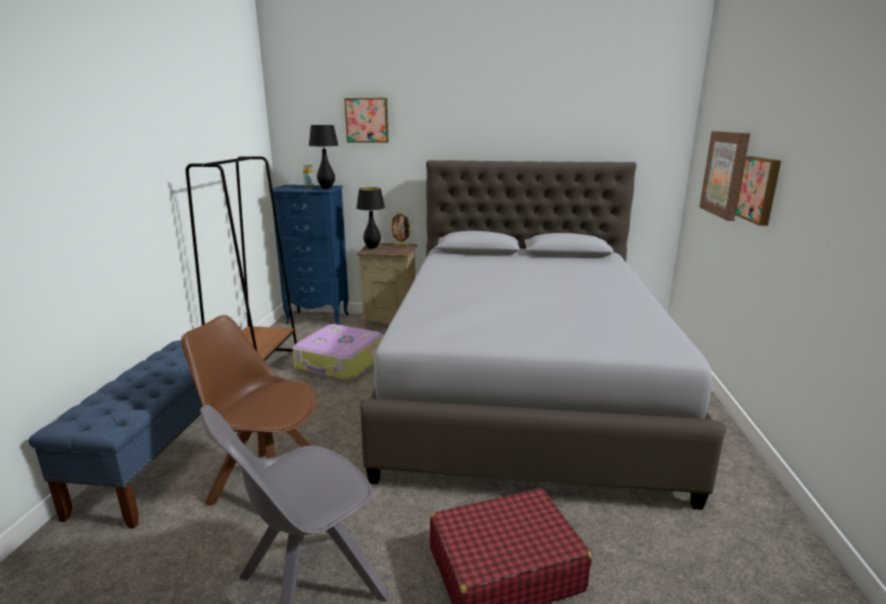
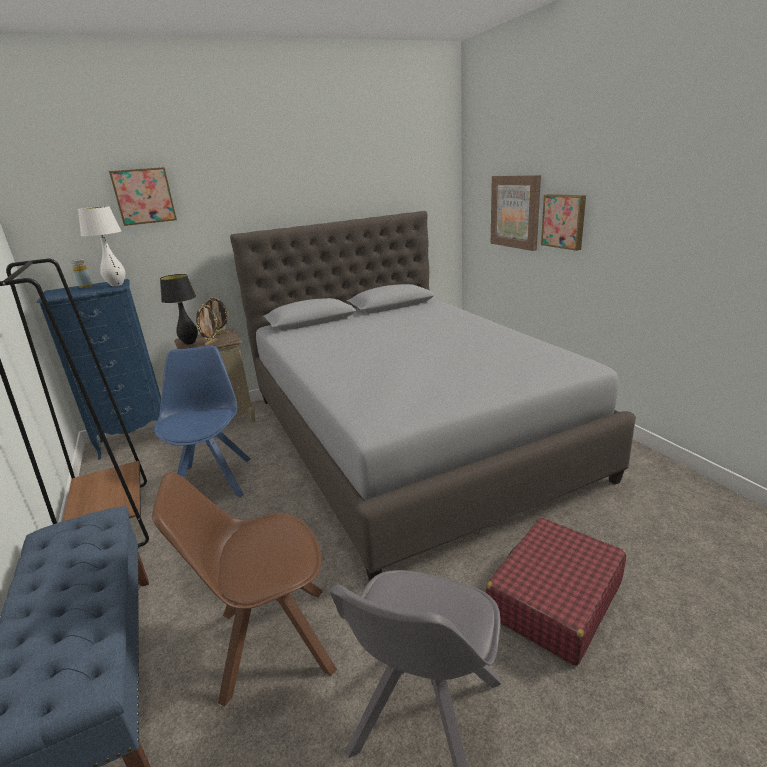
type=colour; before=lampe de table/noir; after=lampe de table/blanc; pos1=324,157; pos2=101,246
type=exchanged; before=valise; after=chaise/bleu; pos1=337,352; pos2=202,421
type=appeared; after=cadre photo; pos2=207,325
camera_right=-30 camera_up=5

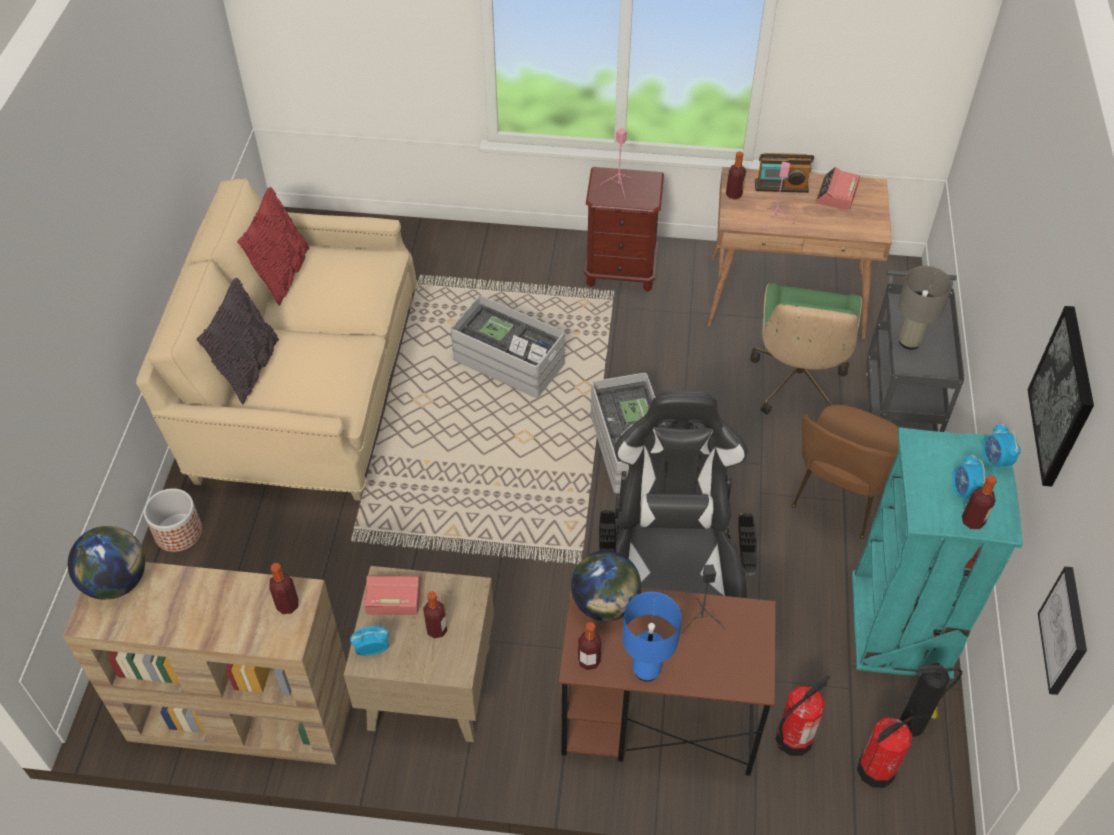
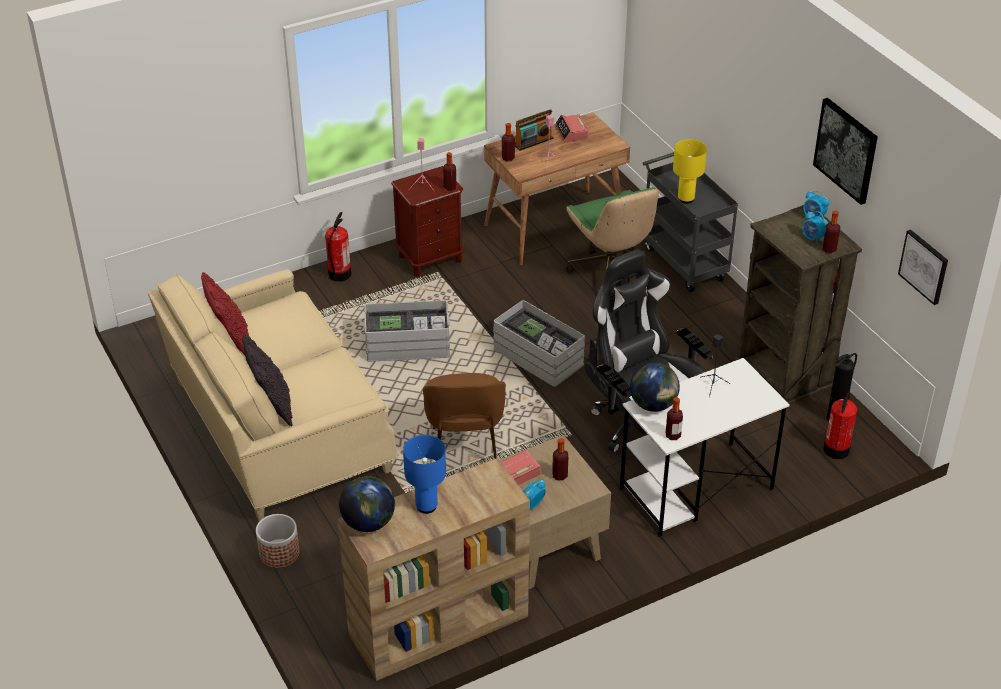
type=colour; before=lampe de table/gris; after=lampe de table/jaune; pos1=925,308; pos2=690,171
type=relocated; before=chaise/marron; pos1=845,472; pos2=464,416
type=colour; before=bibliothèque/turquoise; after=bibliothèque/marron; pos1=937,553; pos2=798,304
type=relocated; before=bouteille; pos1=284,588; pos2=449,171
type=colour; before=bureau/marron; after=bureau/blanc; pos1=667,682; pos2=705,447
type=relocated; before=lampe de table/bleu; pos1=651,637; pos2=424,474
type=relocated; before=extincteur; pos1=803,715; pos2=338,246
camera_right=-35 camera_up=-10

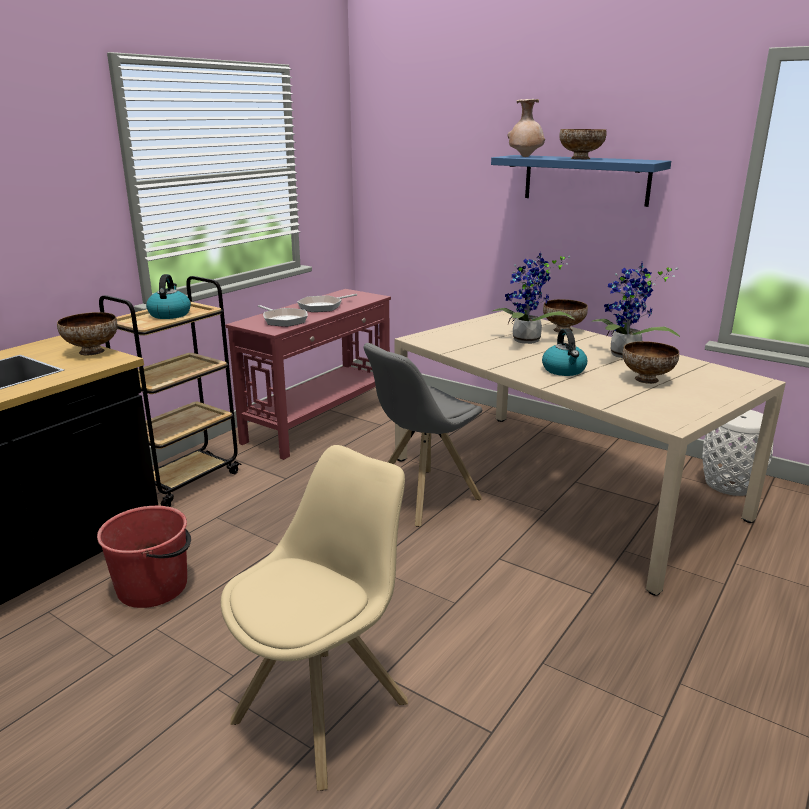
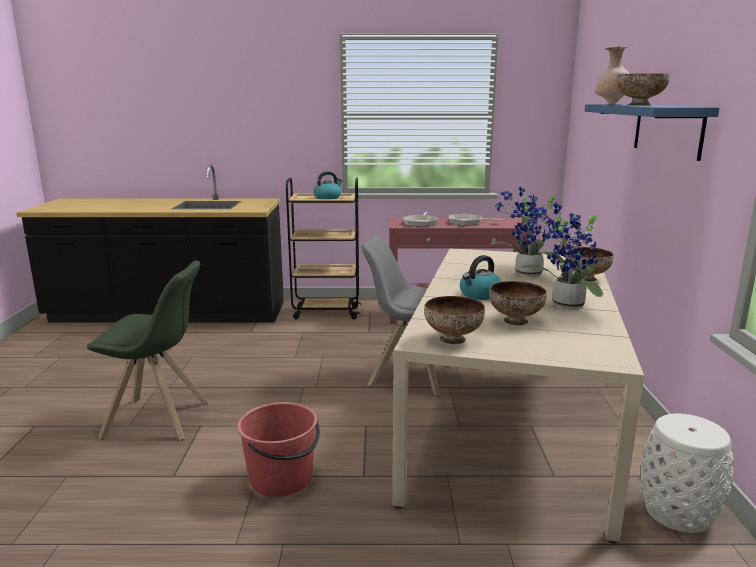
type=relocated; before=bol; pos1=87,333; pos2=454,320
type=colour; before=chaise/beige; after=chaise/vert; pos1=314,618; pos2=148,350
type=relocated; before=seau/rouge; pos1=144,557; pos2=278,449
camera_right=55 camera_up=-5

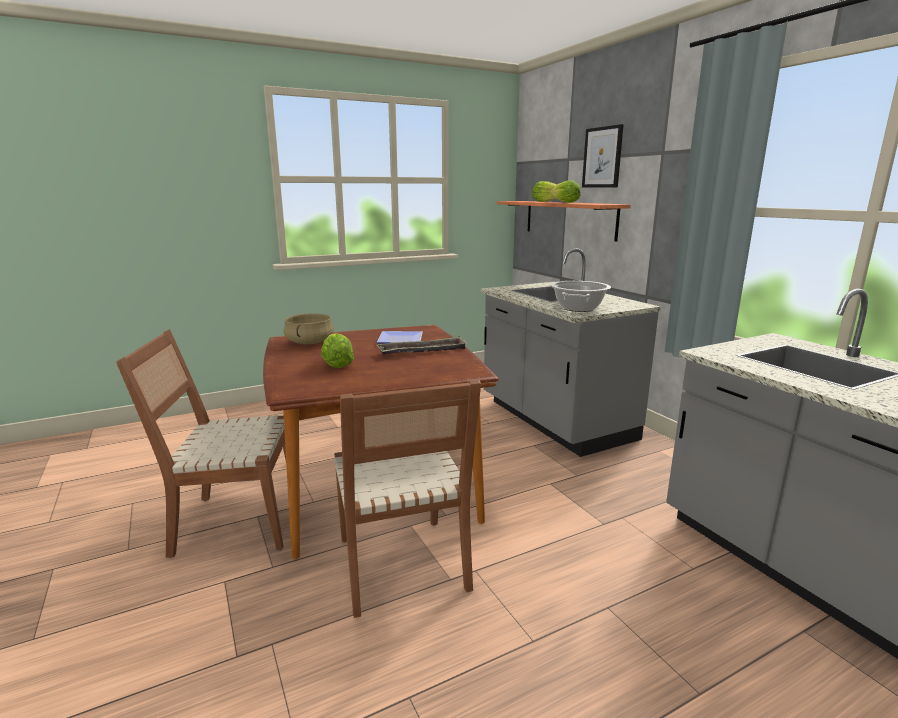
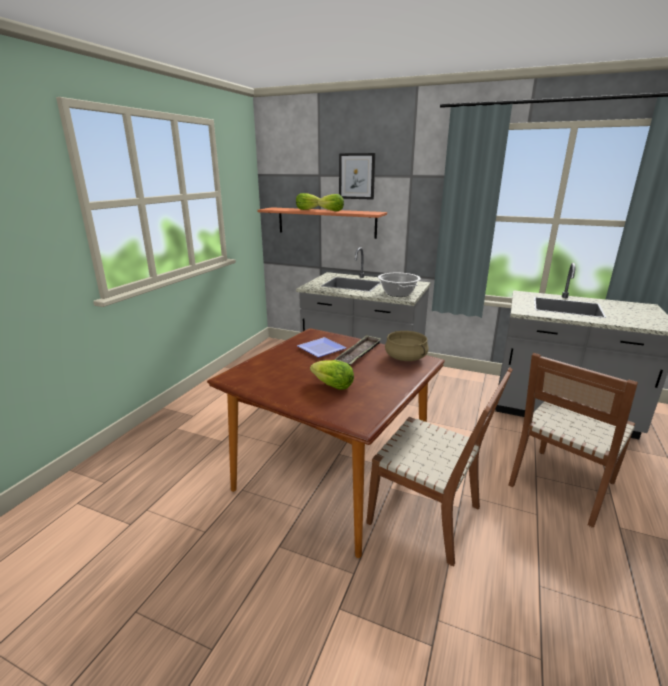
type=relocated; before=marmite/beige; pos1=309,328; pos2=407,346
type=relocated; before=chaise; pos1=201,443; pos2=573,440
camera_right=-40 camera_up=5

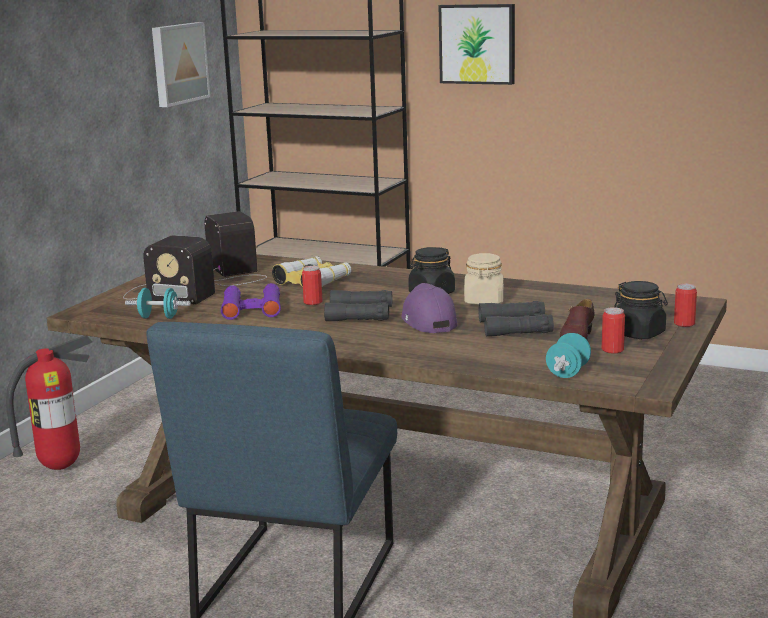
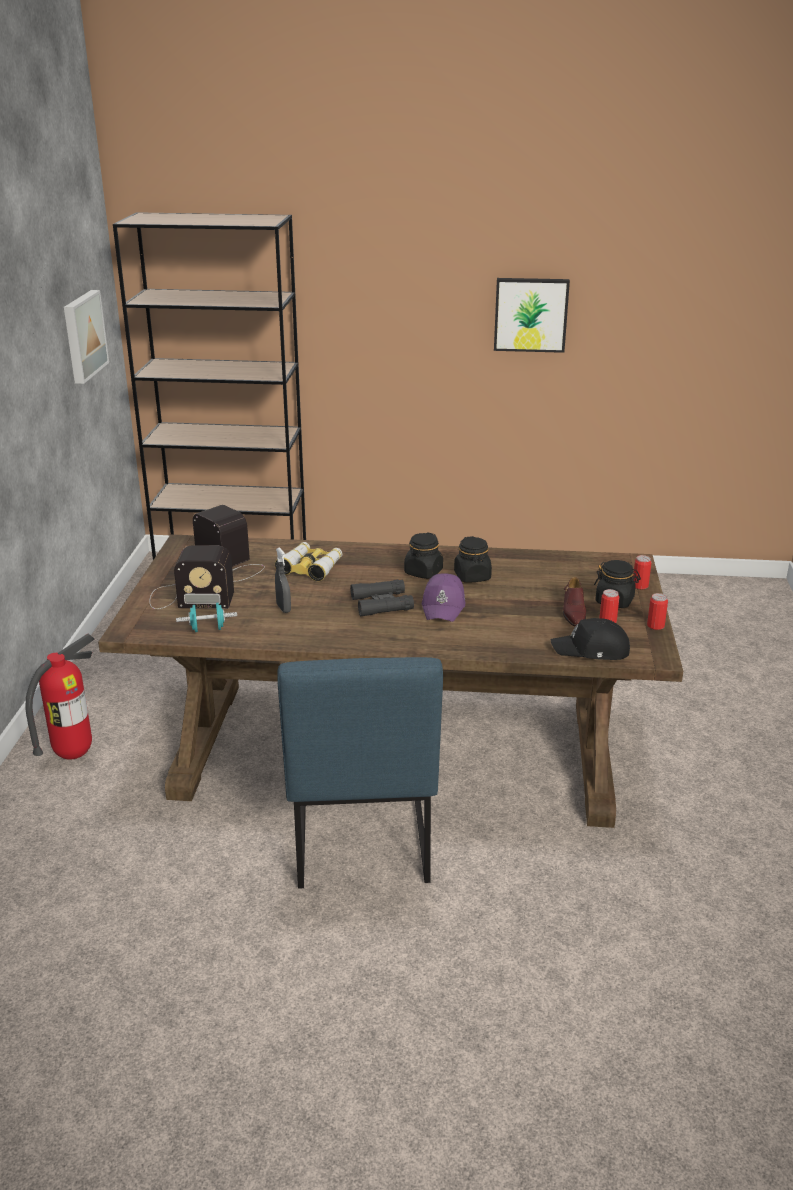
type=relocated; before=tableau; pos1=476,44; pos2=532,315
type=colour; before=bocal/beige; after=bocal/noir; pos1=484,279; pos2=473,559
type=relocated; before=boîte métallique; pos1=312,285; pos2=657,611
type=exchanged; before=jumelles/violet; after=vaporisateur/gris; pos1=251,301; pos2=283,580
type=spun; before=casquette/violet; pos1=429,308; pos2=443,597; turn=-135
type=missing; before=jumelles/noir; pos1=516,318
type=exchanged; before=haltère/turquoise; after=casquette/noir; pos1=568,355; pos2=590,639
camera_right=-20 camera_up=10

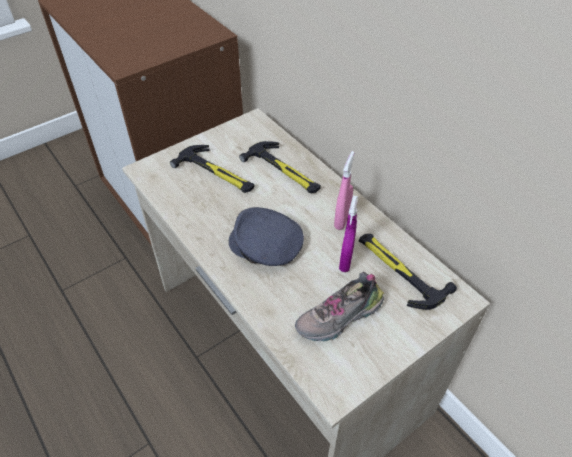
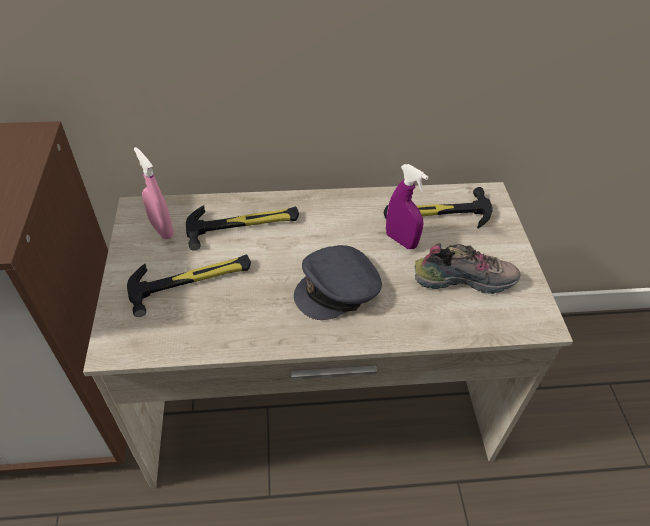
type=relocated; before=vaporisateur/rose; pos1=344,190; pos2=154,193
type=spun; before=chaussure; pos1=339,306; pos2=468,268; turn=-90
camera_right=-60 camera_up=0

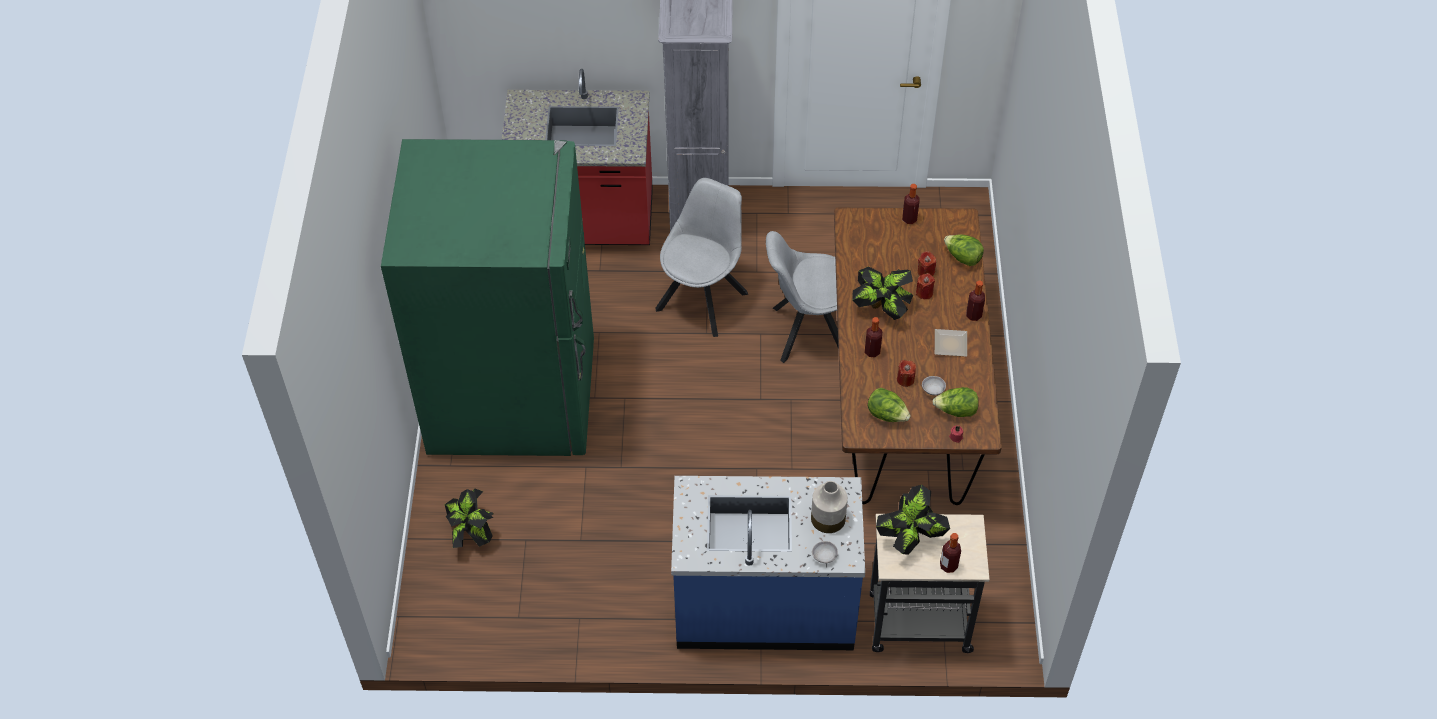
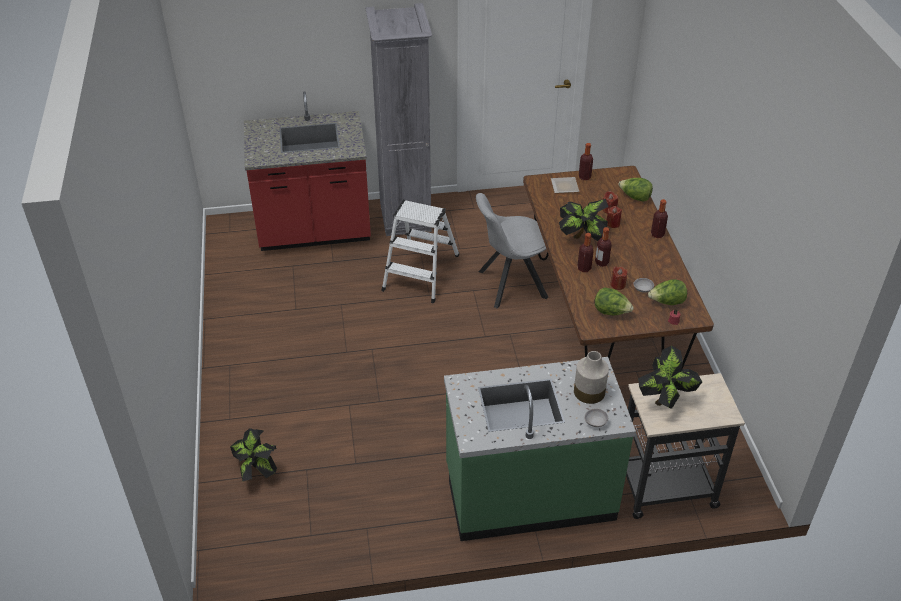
type=missing; before=réfrigérateur/vert; pos1=487,297
type=exchanged; before=chaise/gris; after=escabeau/blanc; pos1=701,257; pos2=420,251
type=relocated; before=assiette; pos1=951,343; pos2=565,185
type=colour; before=comptoir de cuisine/bleu; after=comptoir de cuisine/vert; pos1=768,563; pos2=540,449
type=relocated; before=bouteille; pos1=950,553; pos2=603,247
camera_right=-10 camera_up=-10

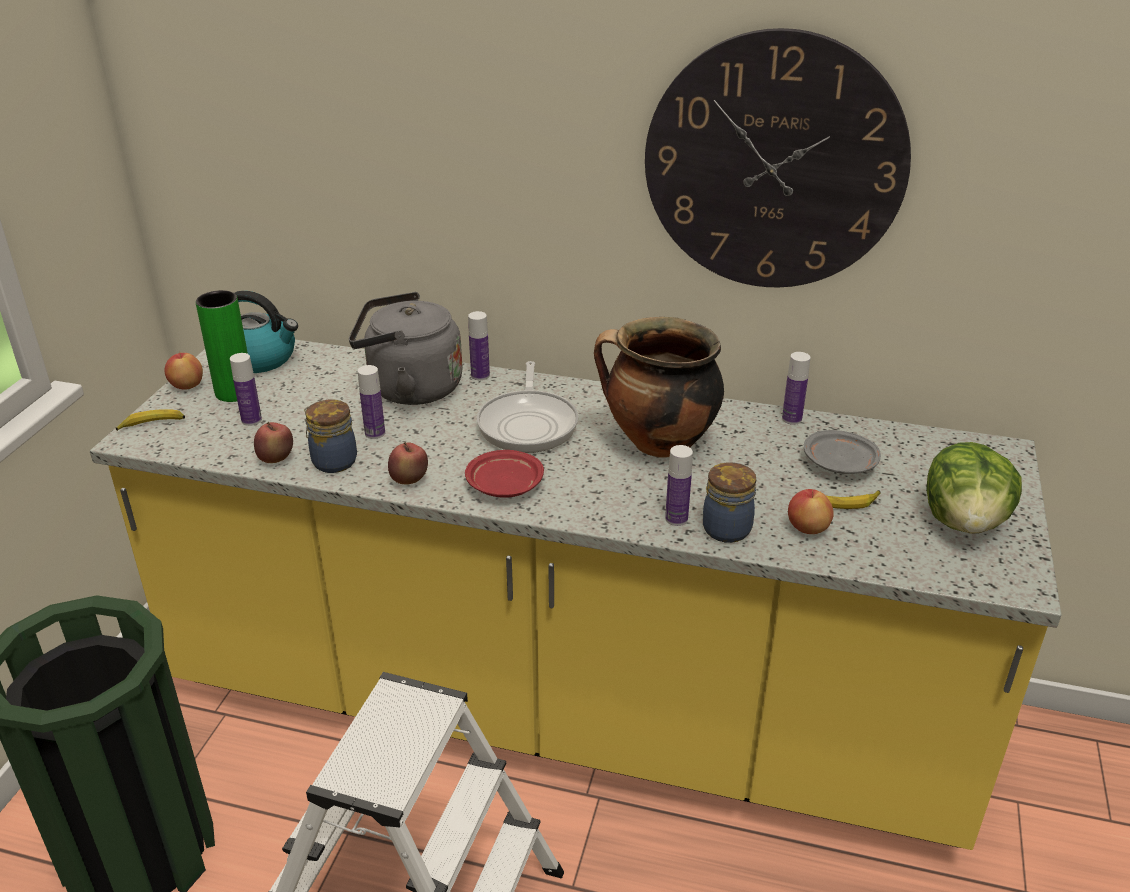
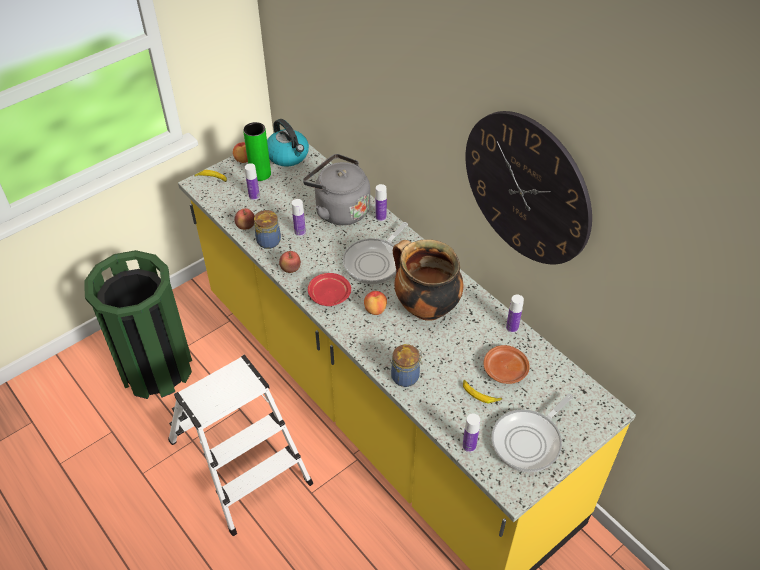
type=colour; before=assiette/gris; after=assiette/marron; pos1=842,452; pos2=507,364
type=exchanged; before=laitue; after=poêle; pos1=974,488; pos2=532,433
type=relocated; before=bouteille; pos1=679,485; pos2=471,432
type=relocated; before=pomme; pos1=811,511; pos2=375,303
camera_right=35 camera_up=15

